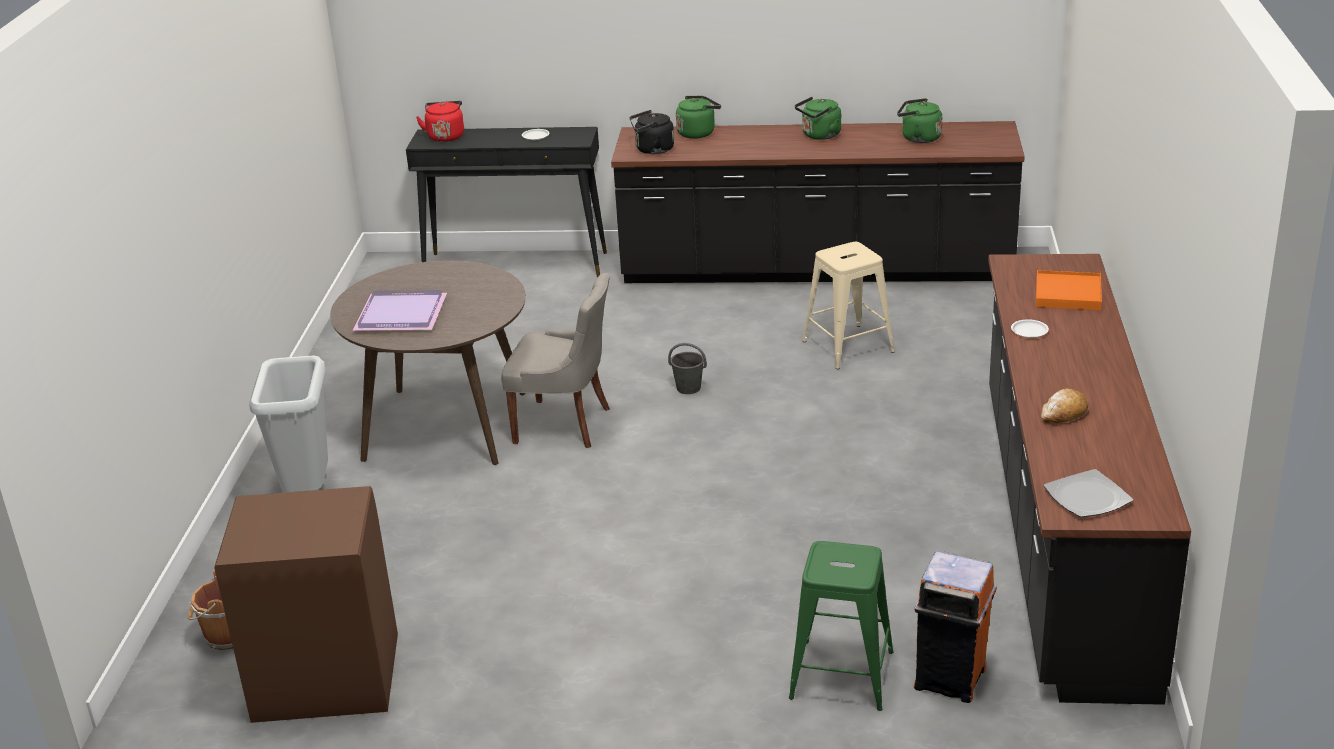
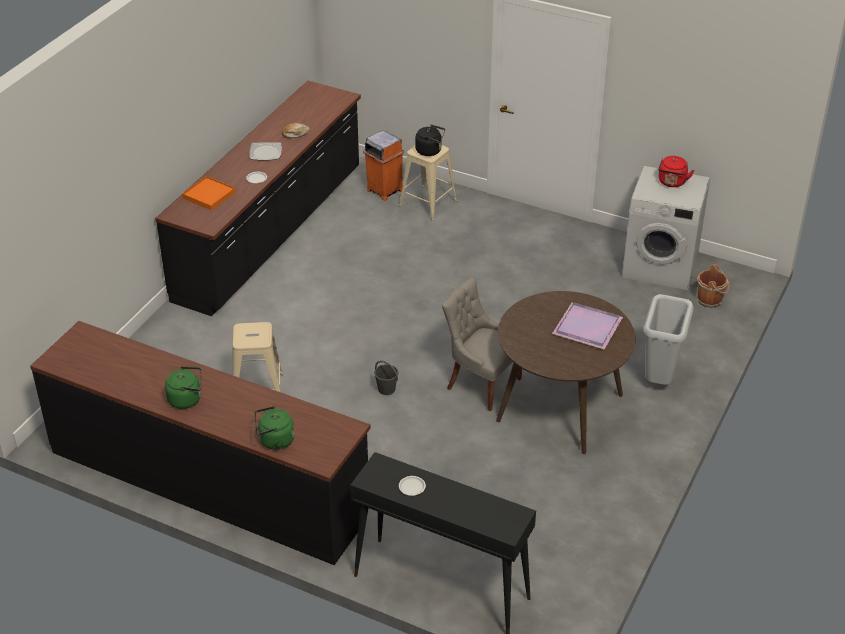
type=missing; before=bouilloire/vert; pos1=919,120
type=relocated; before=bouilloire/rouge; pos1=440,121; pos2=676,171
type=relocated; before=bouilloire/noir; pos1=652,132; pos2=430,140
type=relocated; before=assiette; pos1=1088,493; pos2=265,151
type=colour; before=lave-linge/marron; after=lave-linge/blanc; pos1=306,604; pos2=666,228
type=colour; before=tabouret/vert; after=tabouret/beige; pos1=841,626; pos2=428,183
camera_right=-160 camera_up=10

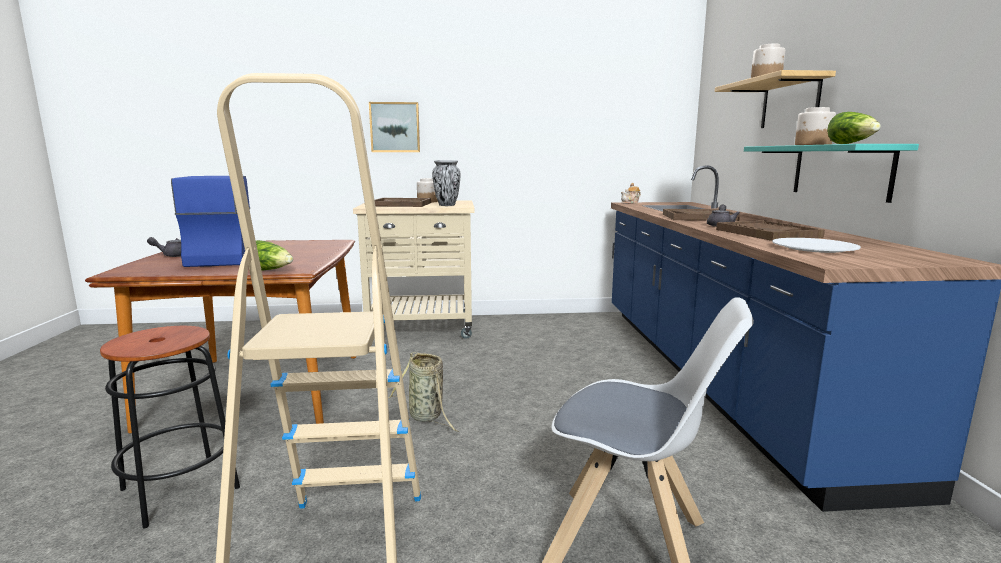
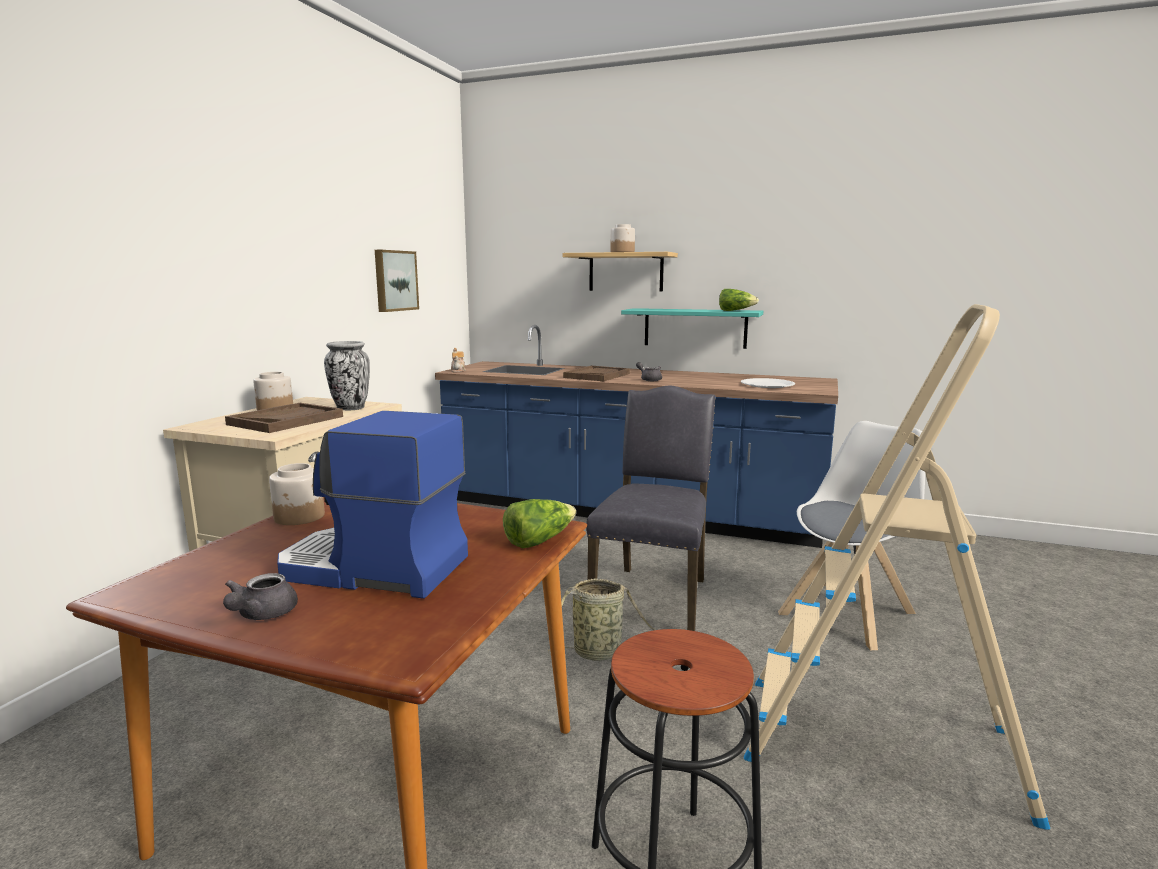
type=relocated; before=tableau; pos1=394,127; pos2=397,281
type=relocated; before=bocal; pos1=815,126; pos2=297,494
type=missing; before=plateau/marron; pos1=770,230
type=appeared; after=chaise/gris; pos2=651,508
camera_right=-65 camera_up=0

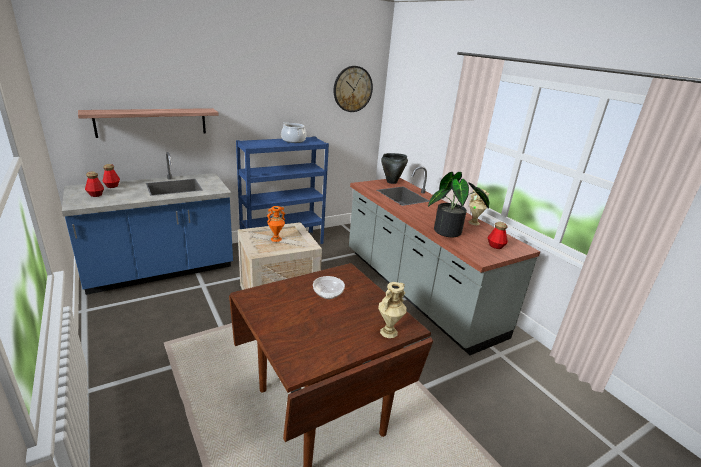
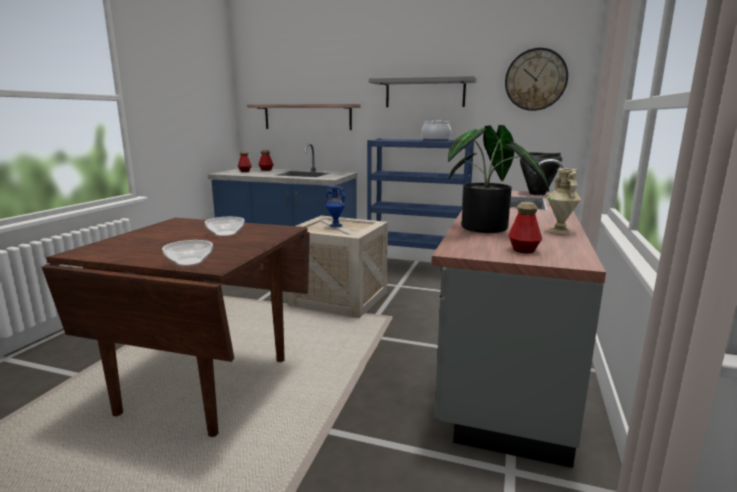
type=colour; before=vase/orange; after=vase/bleu; pos1=276,224; pos2=336,206
type=exchanged; before=vase/beige; after=bol; pos1=392,310; pos2=187,253
type=appeared; after=étagère/gris; pos2=423,91
camera_right=50 camera_up=-10

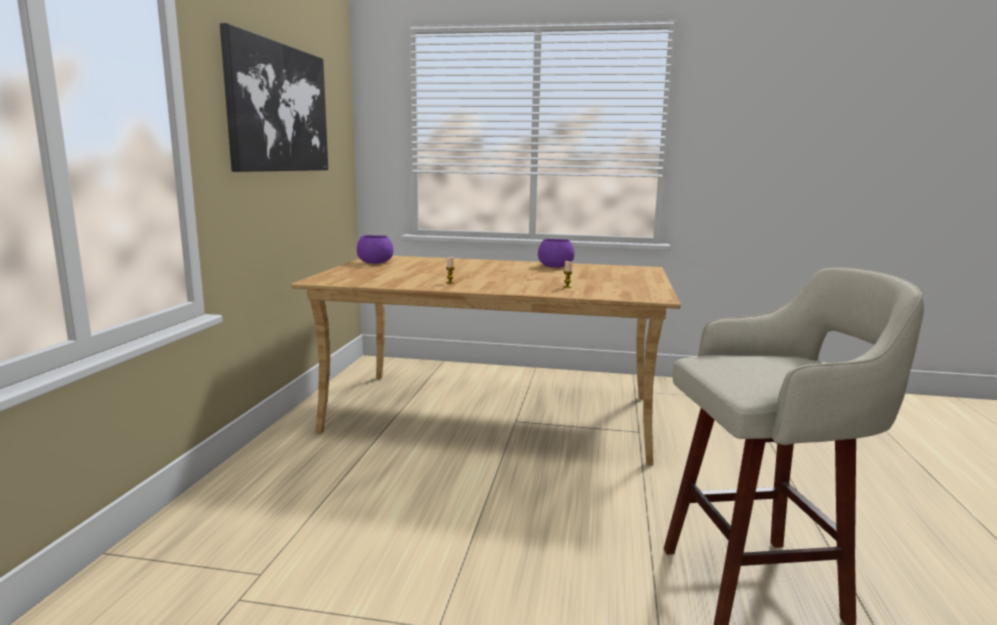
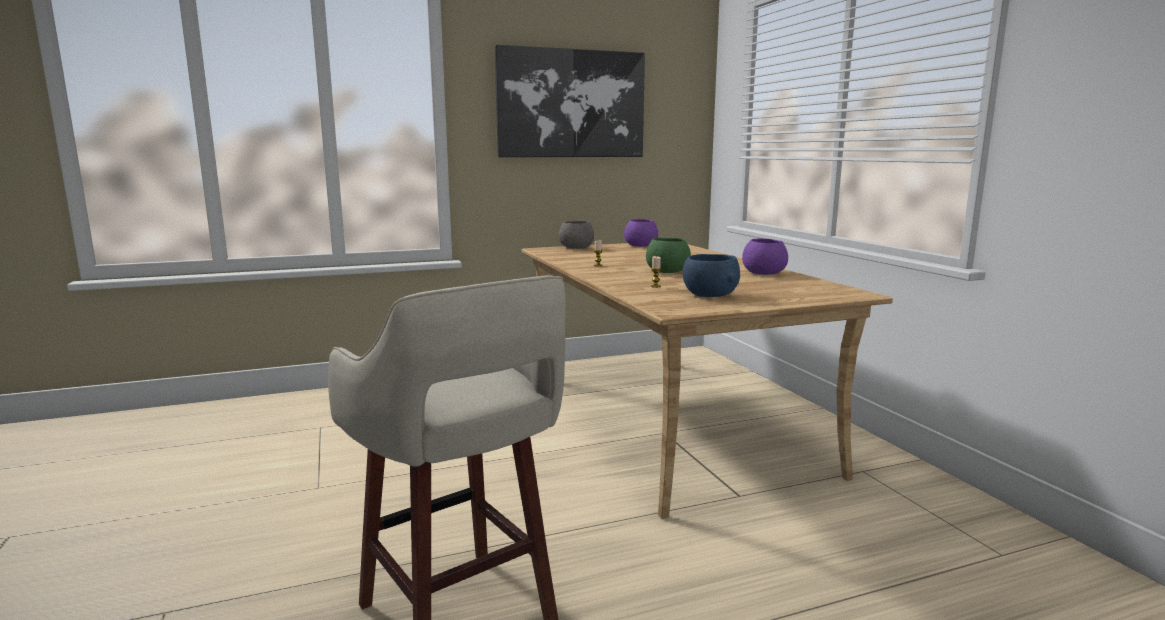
type=appeared; after=bol/gris; pos2=576,235
type=appeared; after=bol/vert; pos2=668,255
type=appeared; after=bol/bleu; pos2=711,275
camera_right=60 camera_up=0

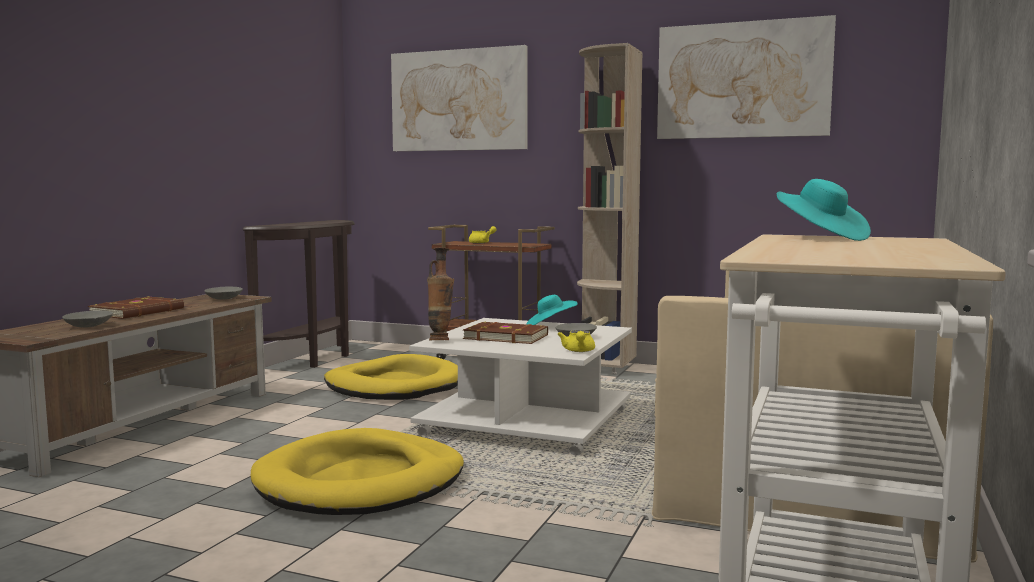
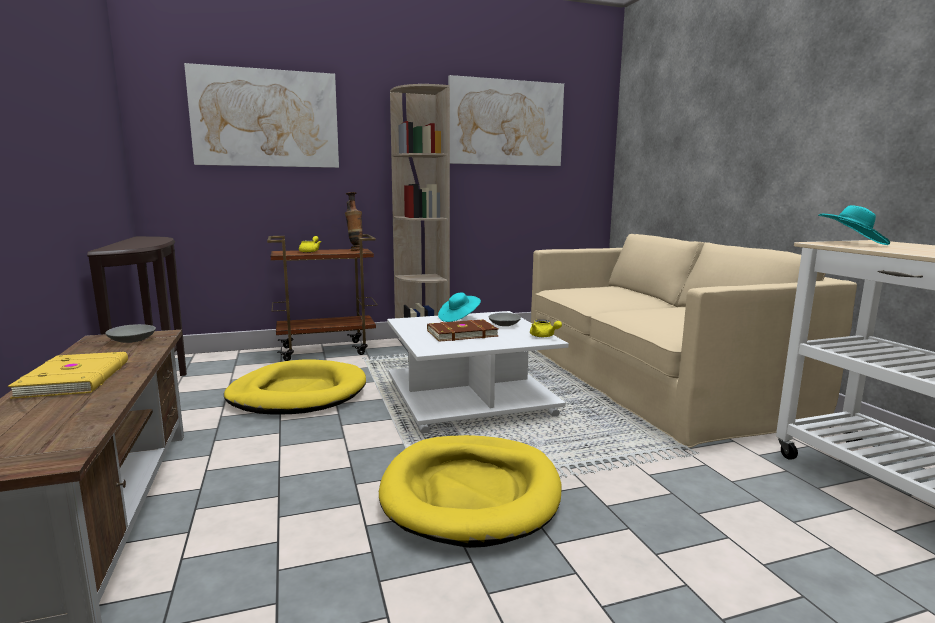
type=relocated; before=vase; pos1=440,293; pos2=354,221
type=colour; before=livre/marron; after=livre/jaune; pos1=136,307; pos2=68,375
type=missing; before=bol/gris; pos1=87,318
camera_right=-40 camera_up=5

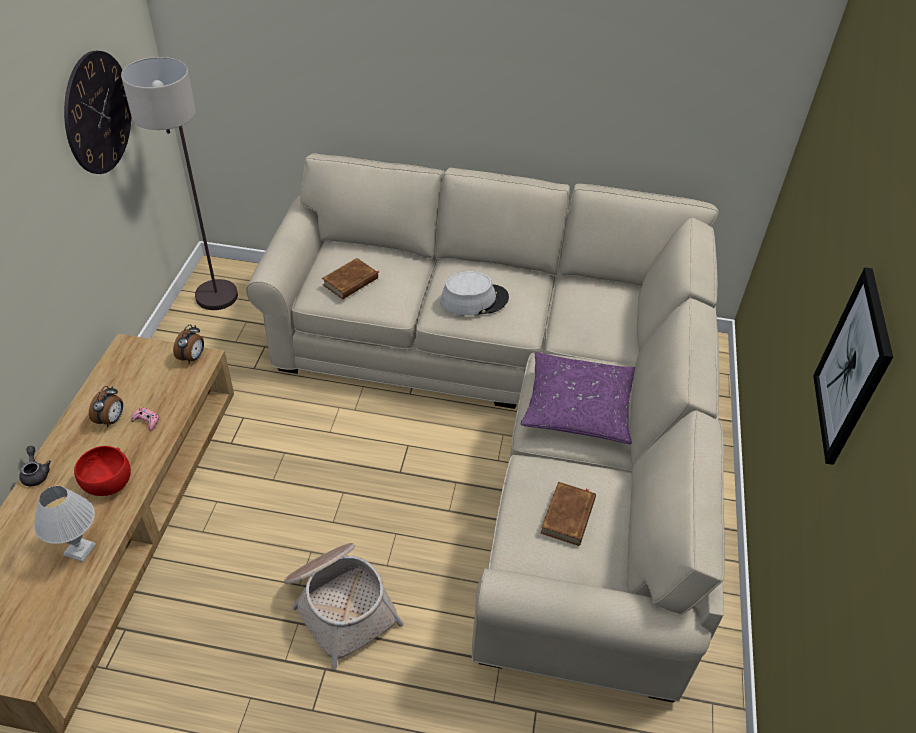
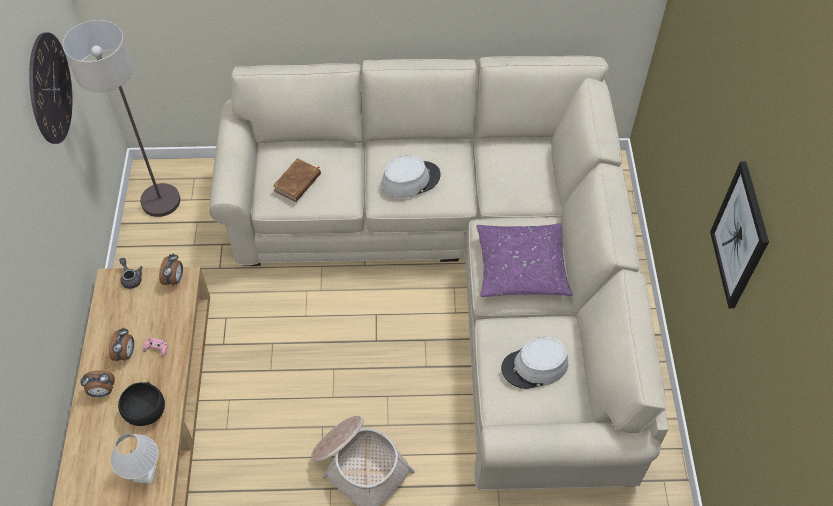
type=relocated; before=théière/gris; pos1=35,466; pos2=130,273
type=colour; before=bol/rouge; after=bol/noir; pos1=102,471; pos2=141,404
type=exchanged; before=livre/marron; after=chapeau/gris; pos1=568,514; pos2=534,363
type=appeared; after=réveil; pos2=97,383
camera_right=-10 camera_up=10

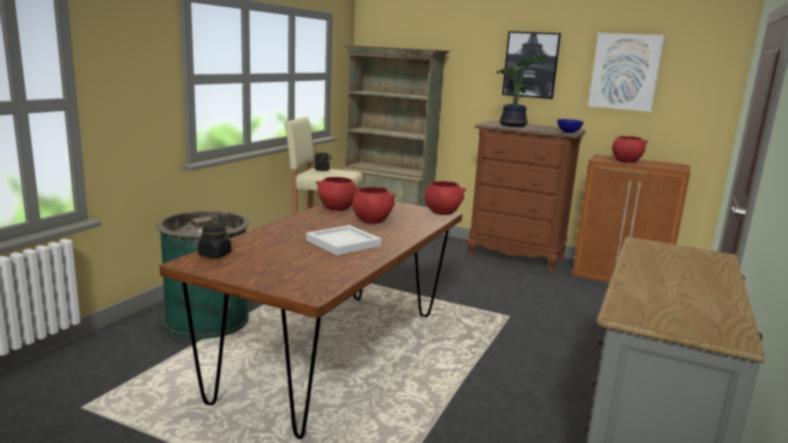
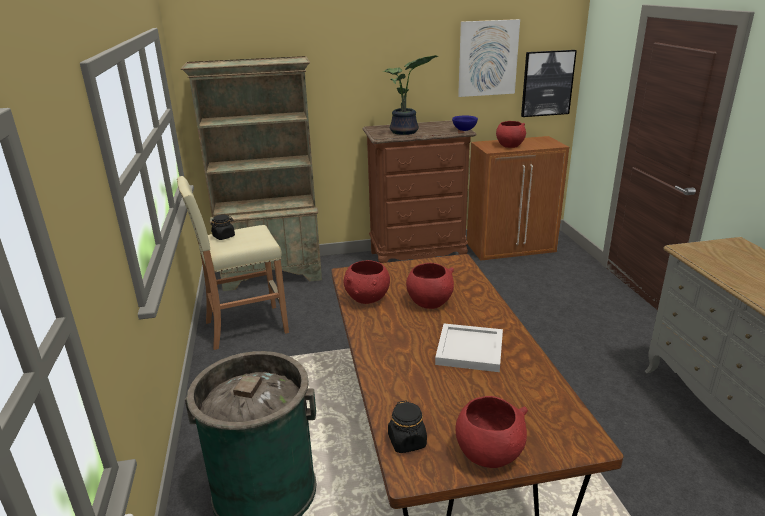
type=relocated; before=tableau; pos1=531,65; pos2=549,83
type=relocated; before=bol/rouge; pos1=445,198; pos2=492,432
camera_right=-35 camera_up=10

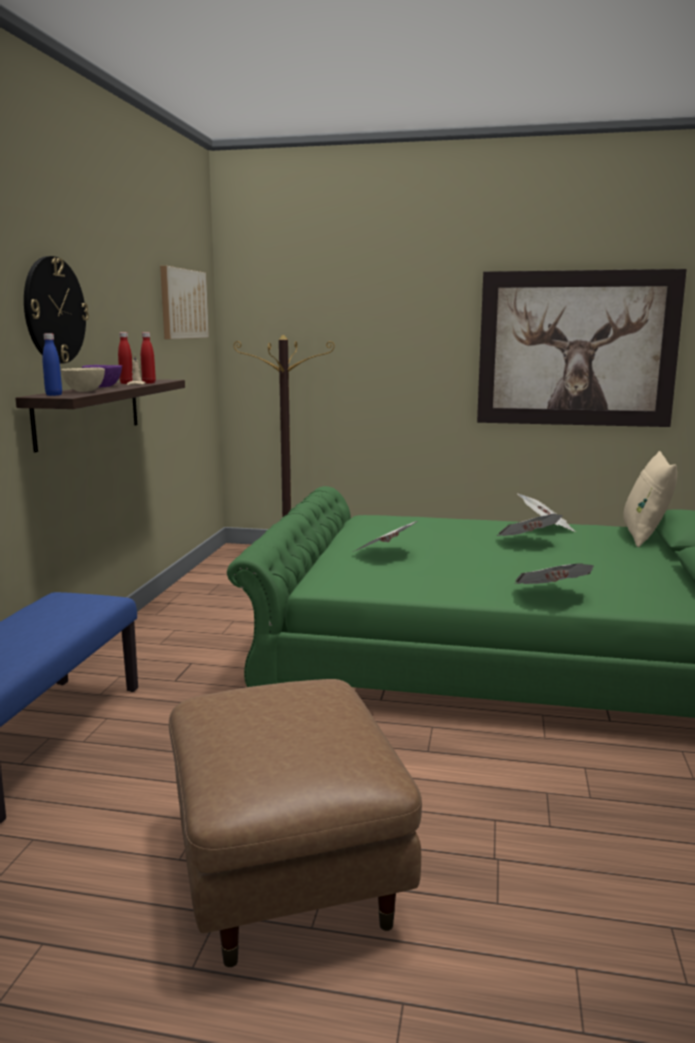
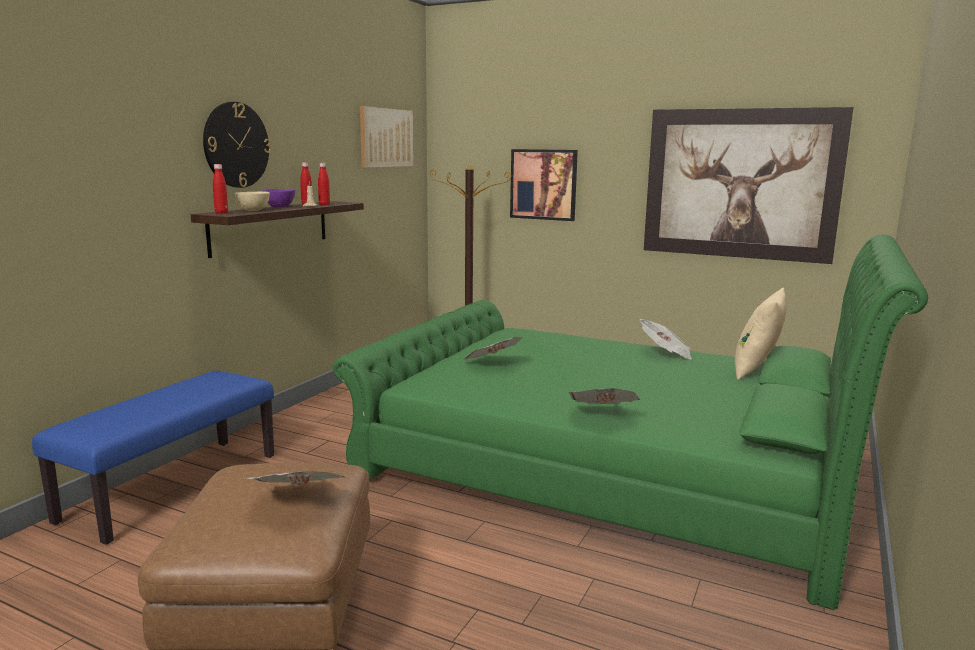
type=colour; before=bouteille/bleu; after=bouteille/rouge; pos1=52,365; pos2=220,189
type=relocated; before=journal; pos1=529,525; pos2=295,479
type=appeared; after=tableau; pos2=544,185
camera_right=15 camera_up=0

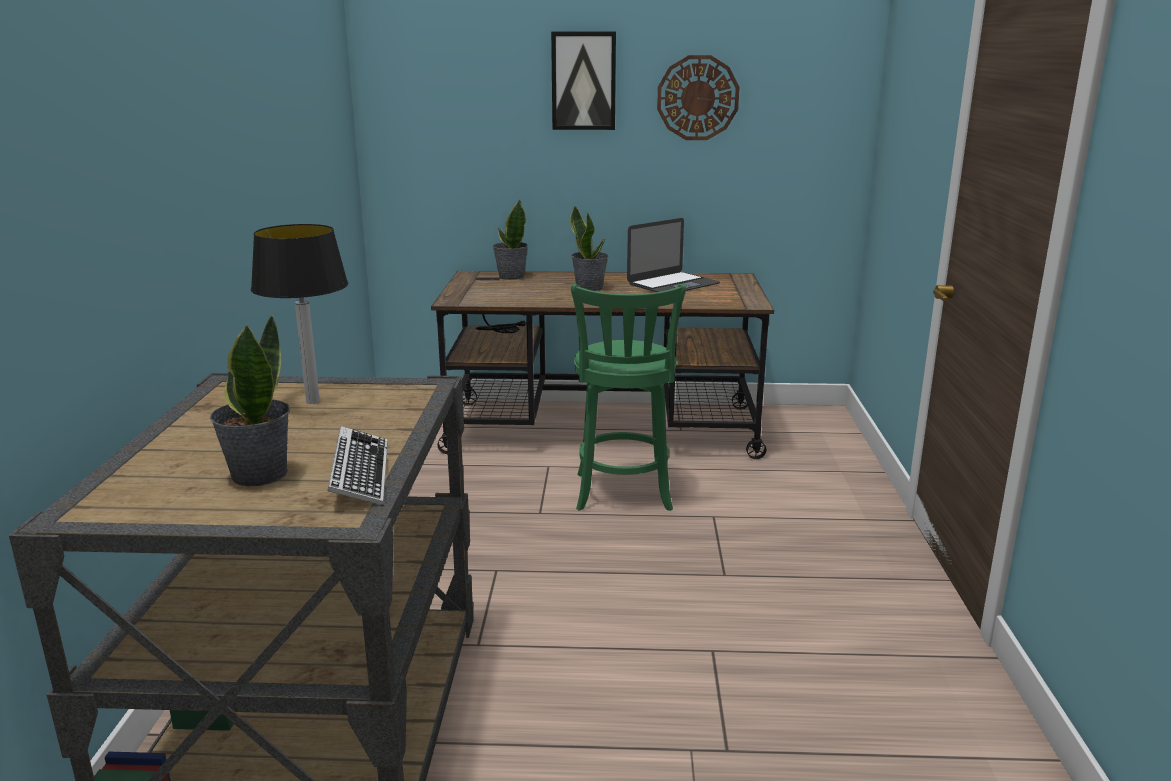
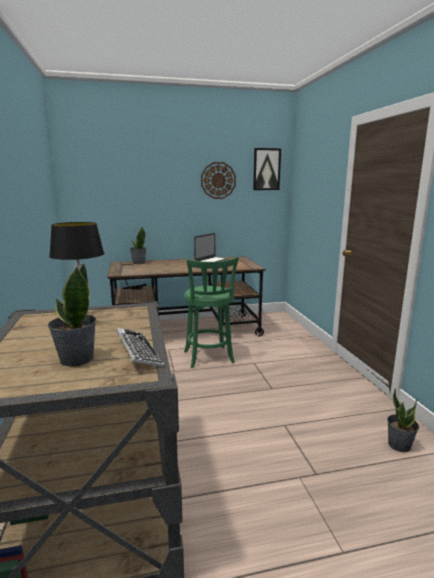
type=relocated; before=tableau; pos1=583,81; pos2=267,169
type=relocated; before=plante en pot; pos1=589,248; pos2=403,420
camera_right=-15 camera_up=-5

